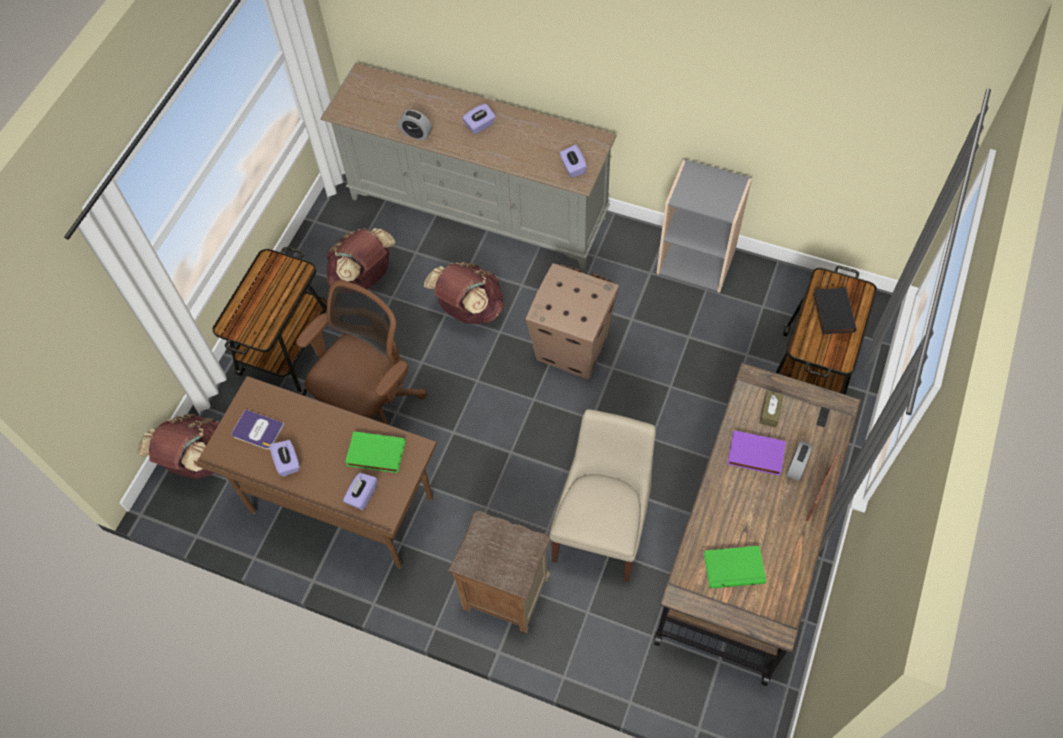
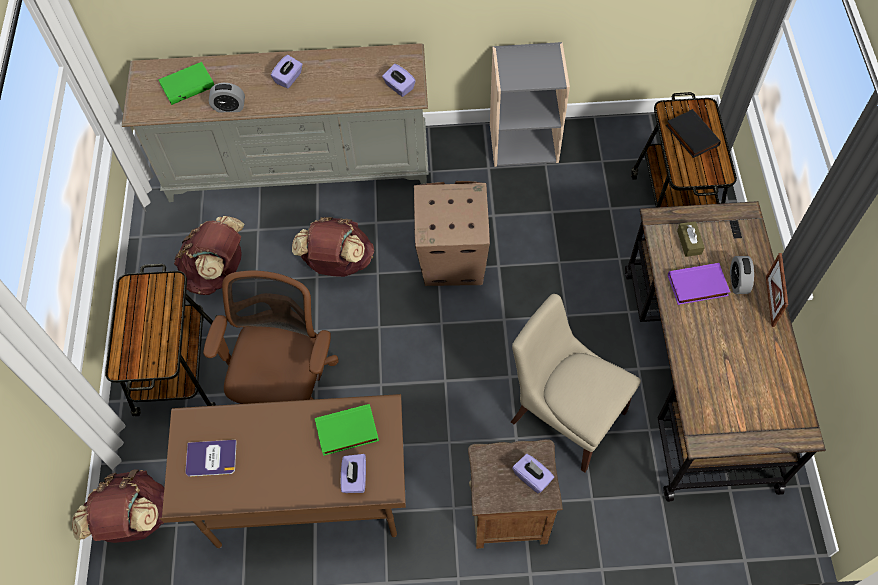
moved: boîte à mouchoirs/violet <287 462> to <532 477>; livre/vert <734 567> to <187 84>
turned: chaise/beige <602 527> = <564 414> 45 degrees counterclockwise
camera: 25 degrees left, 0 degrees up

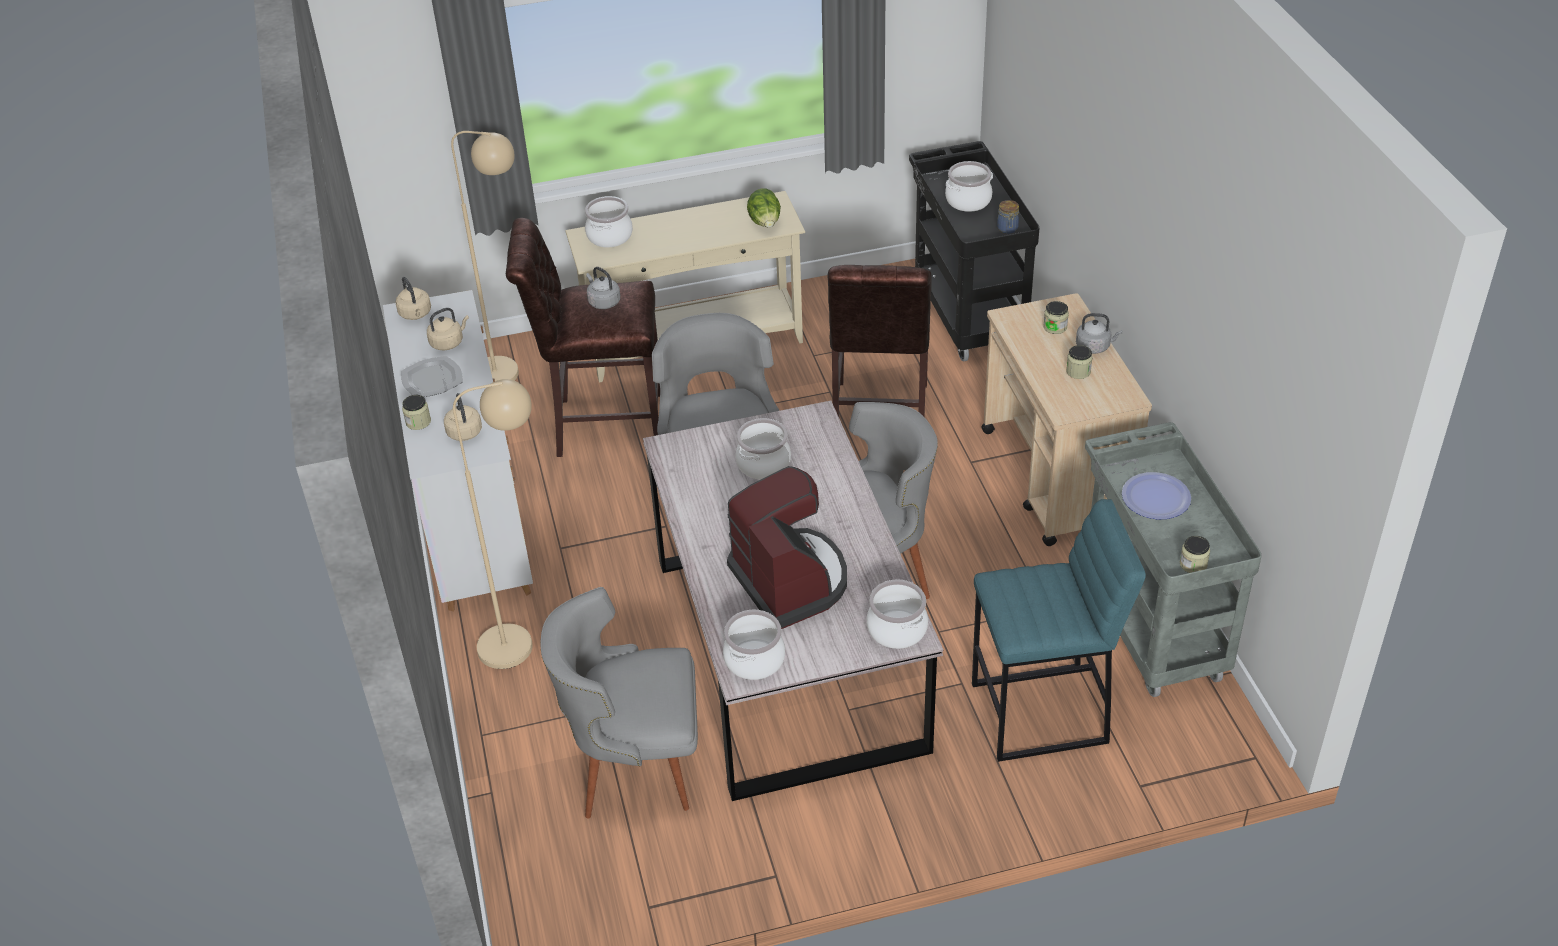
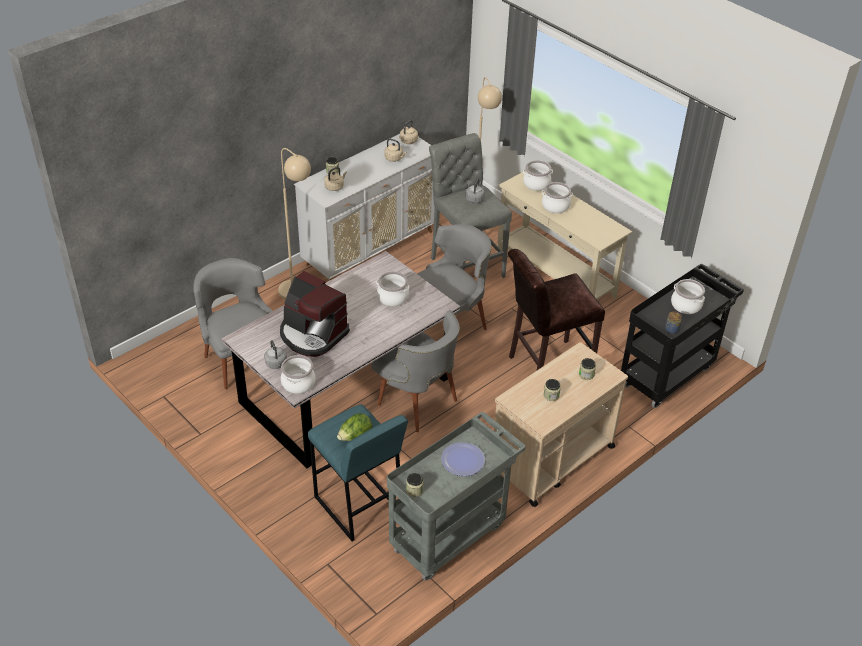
removed: assiette <433 379>
moved: laitue <765 223> to <355 437>; bouilloire/gris <1094 347> to <276 364>; marmite <754 659> to <555 206>
recoloured: tabouret/marron <602 424> to tabouret/gris <465 265>
turned: machine à café <791 580> = <312 334> 90 degrees clockwise
camera: 60 degrees right, 0 degrees up

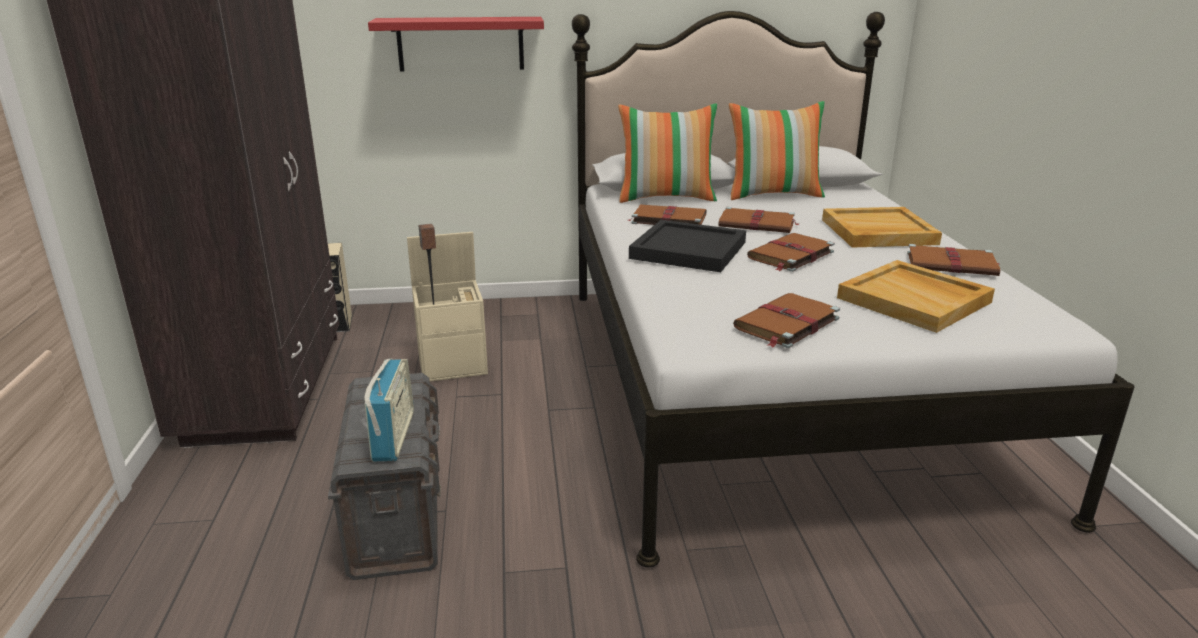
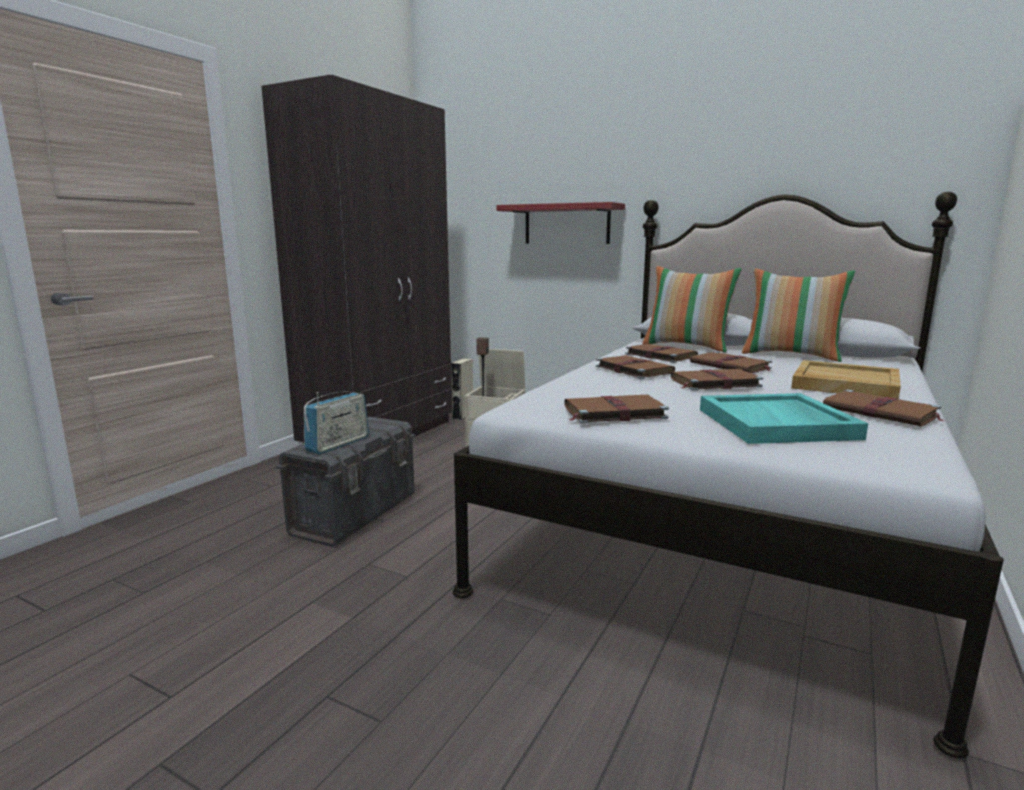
replaced: plateau/noir <689 250> to livre/marron <632 369>
recoloured: plateau/beige <915 300> to plateau/turquoise <777 424>
camera: 35 degrees right, 10 degrees down

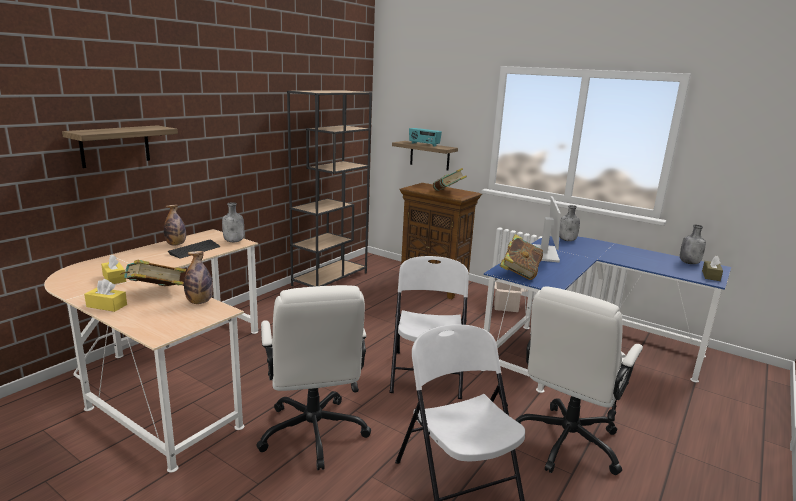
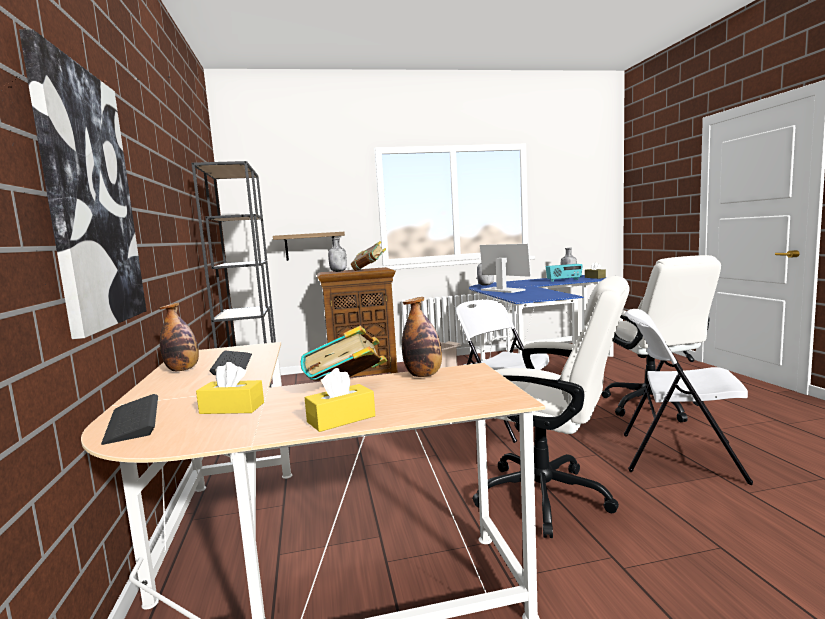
removed: livre <520 273>
added: clavier <133 420>
moved: radio <424 144> to <564 280>; bouteille/gris <234 241> to <338 271>
replaced: étagère <115 146> to tableau <89 199>
camera: 45 degrees left, 10 degrees down

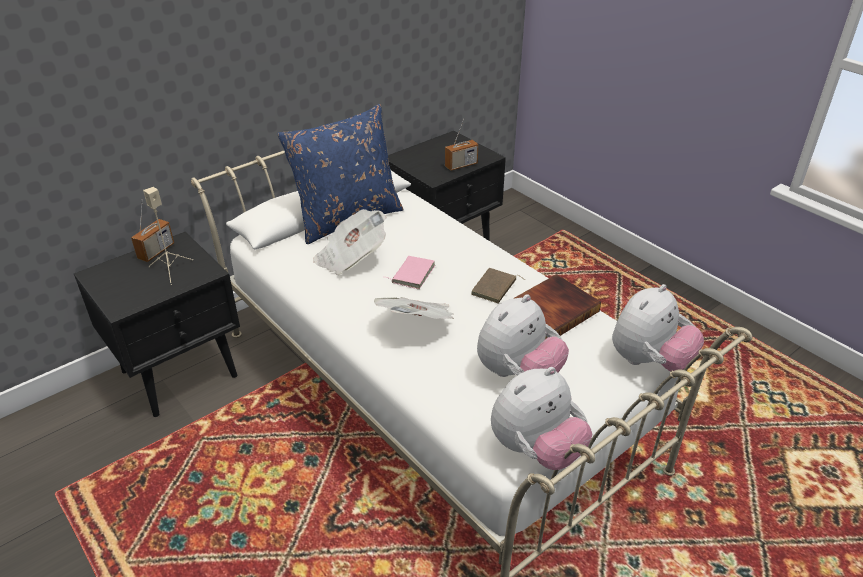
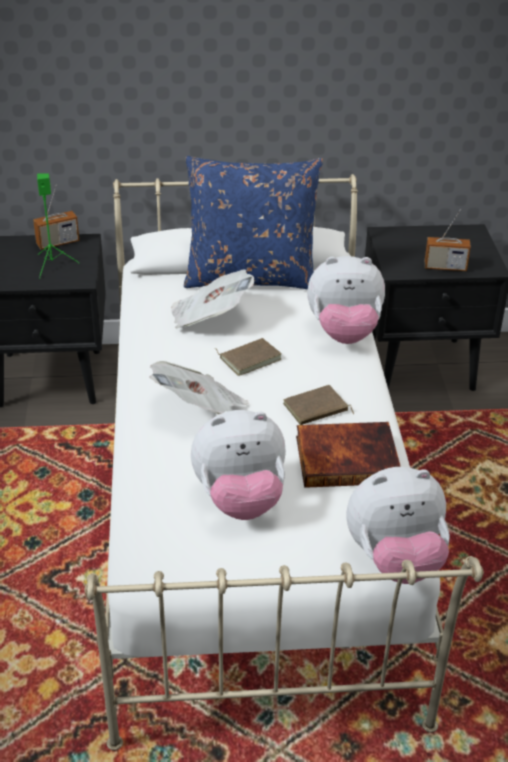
moved: peluche <536 450> to <344 333>
recoloured: enceinte/beige <171 270> to enceinte/vert <52 265>; livre/rose <412 274> to livre/marron <249 358>
camera: 35 degrees right, 0 degrees up

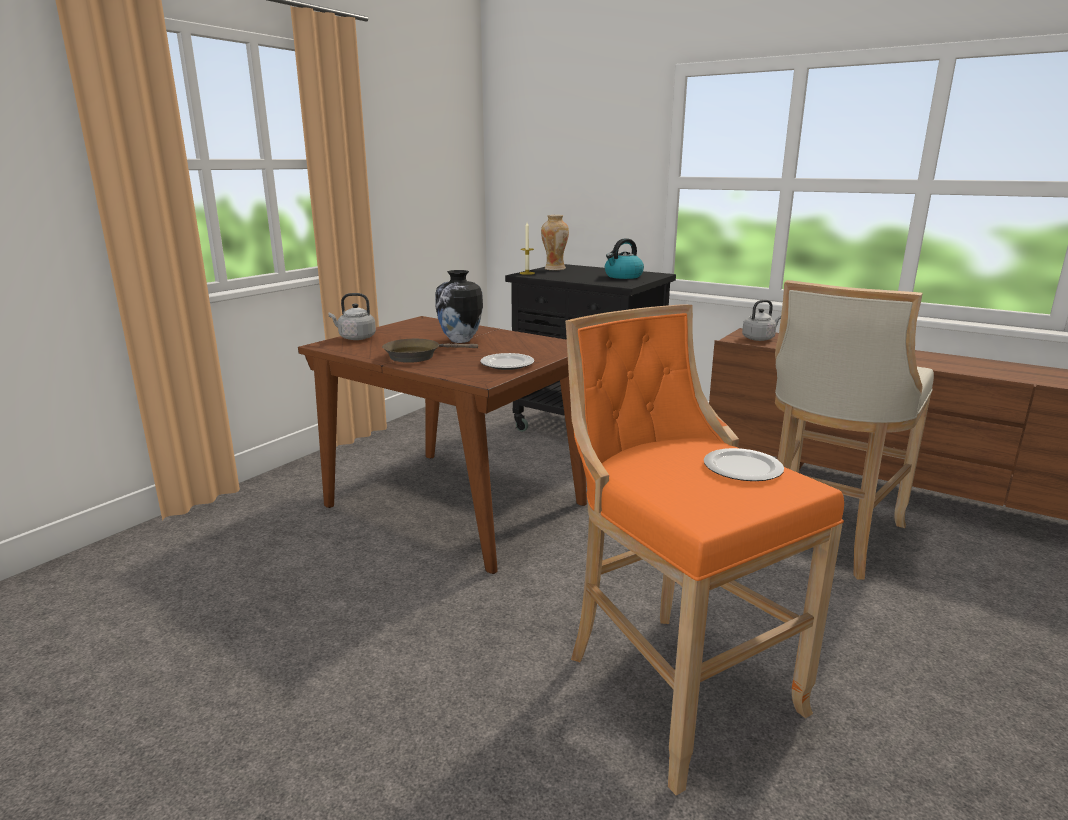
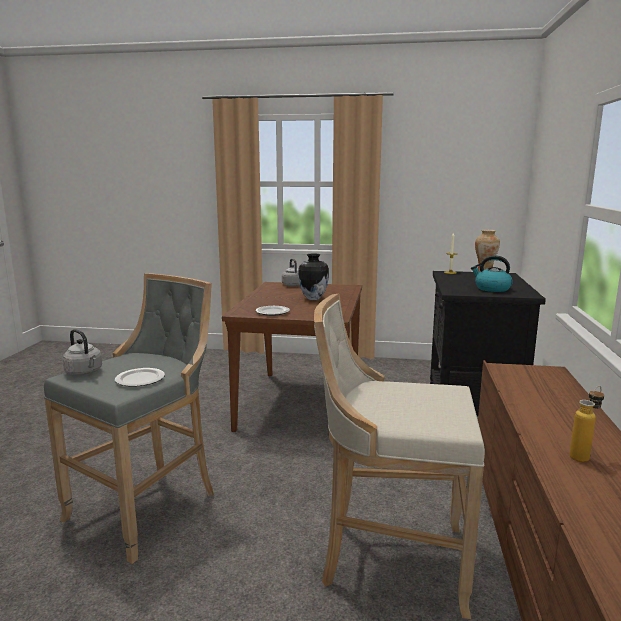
removed: poêle/marron <417 356>
added: bouteille <583 456>
moved: bouilloire/gris <759 338> to <85 372>
recoloured: tabouret/orange <672 684> to tabouret/gris <148 506>
camera: 65 degrees right, 5 degrees down

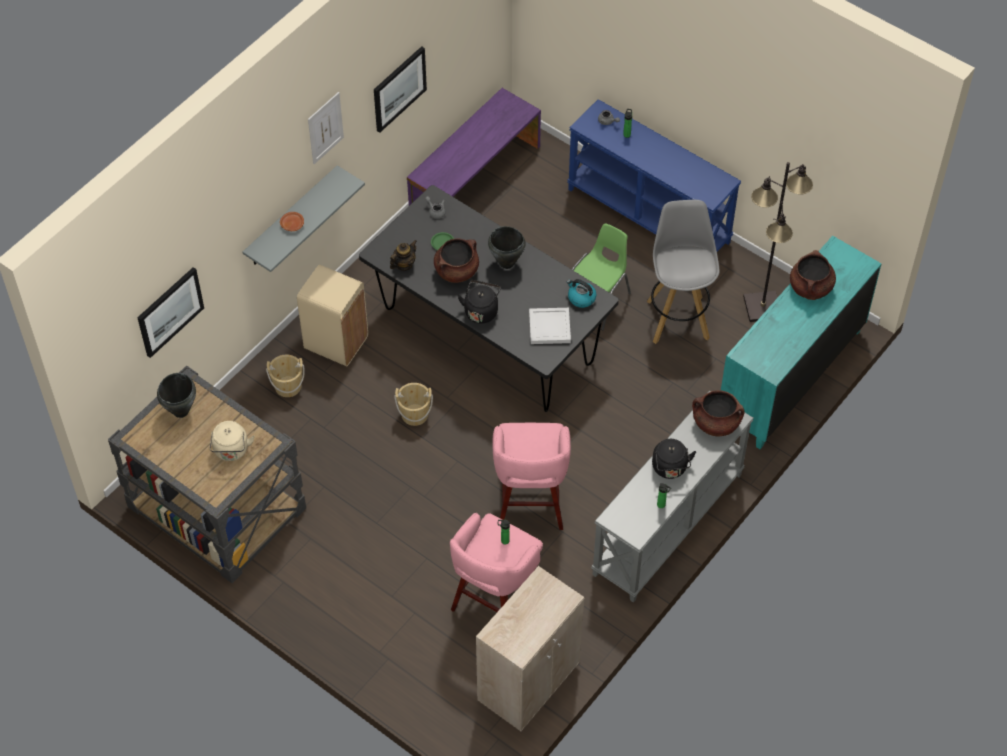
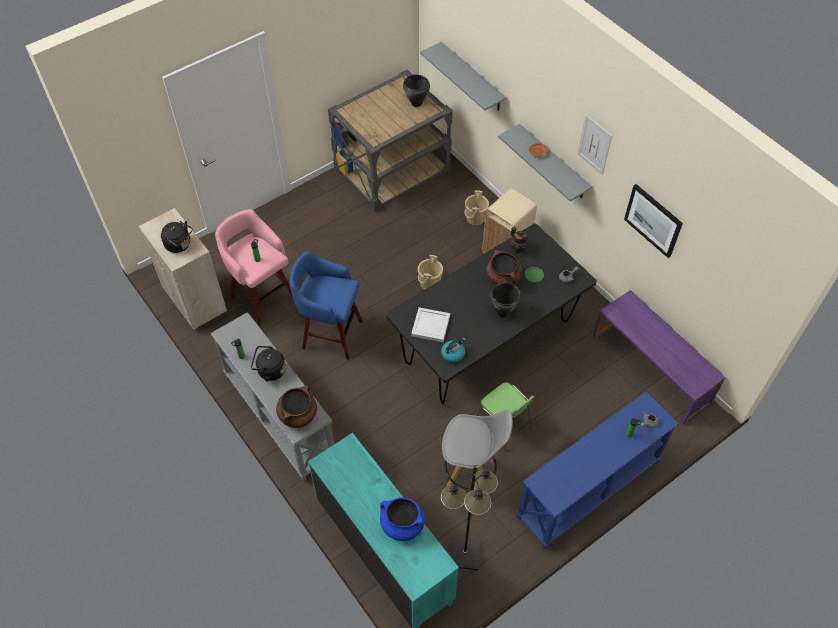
removed: bouilloire/beige <231 451>
moved: bouilloire/noir <481 310> to <180 245>
replaced: tableau <170 311> to étagère/gris <472 77>
recoloured: marmite/marron <810 288> to marmite/bleu <402 525>; tabouret/rose <530 504> to tabouret/bleu <330 334>
camera: 105 degrees right, 0 degrees up

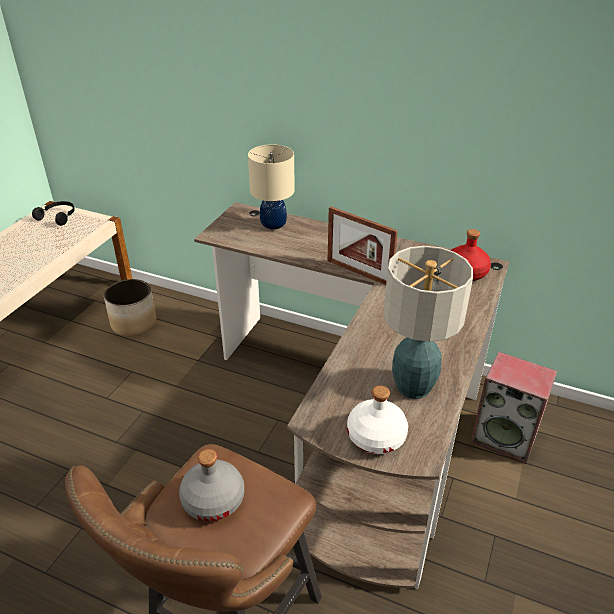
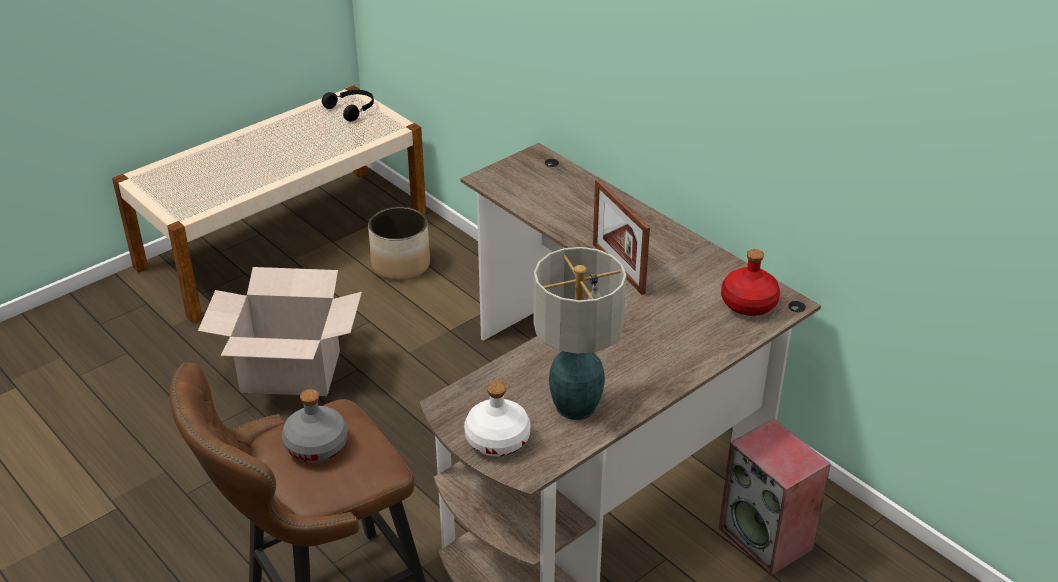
removed: lampe de table/beige <273 225>
added: carton <291 371>
camera: 25 degrees right, 0 degrees up

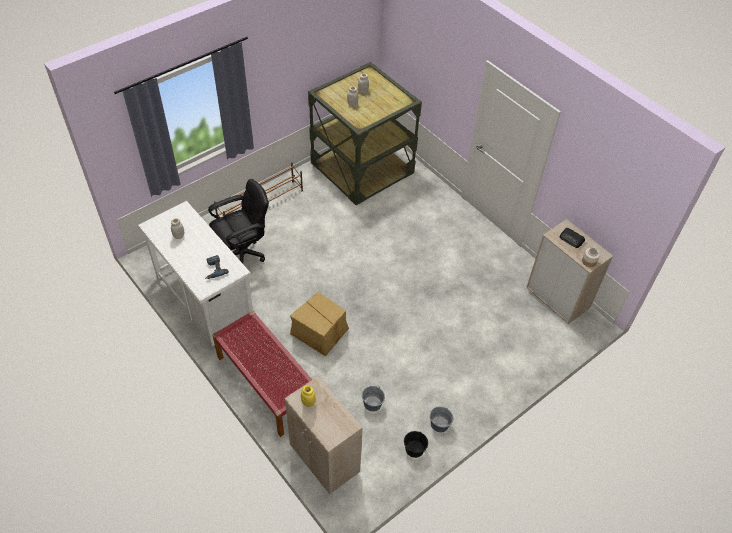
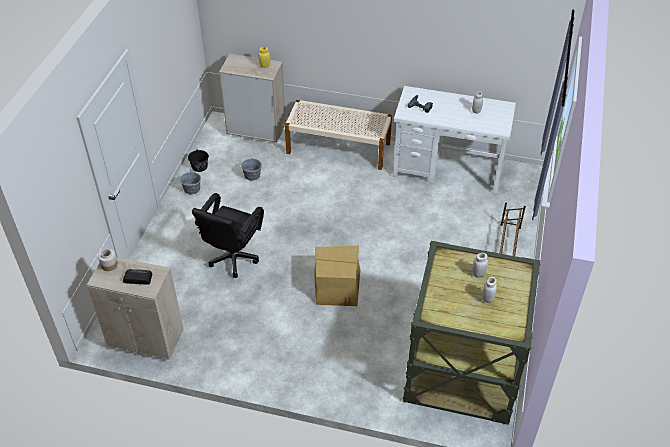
moved: chaise de bureau/noir <245 254> to <232 261>; carton <320 332> to <337 287>
recoloured: banc/rouge <267 383> to banc/beige <338 148>
camera: 145 degrees right, 5 degrees down

